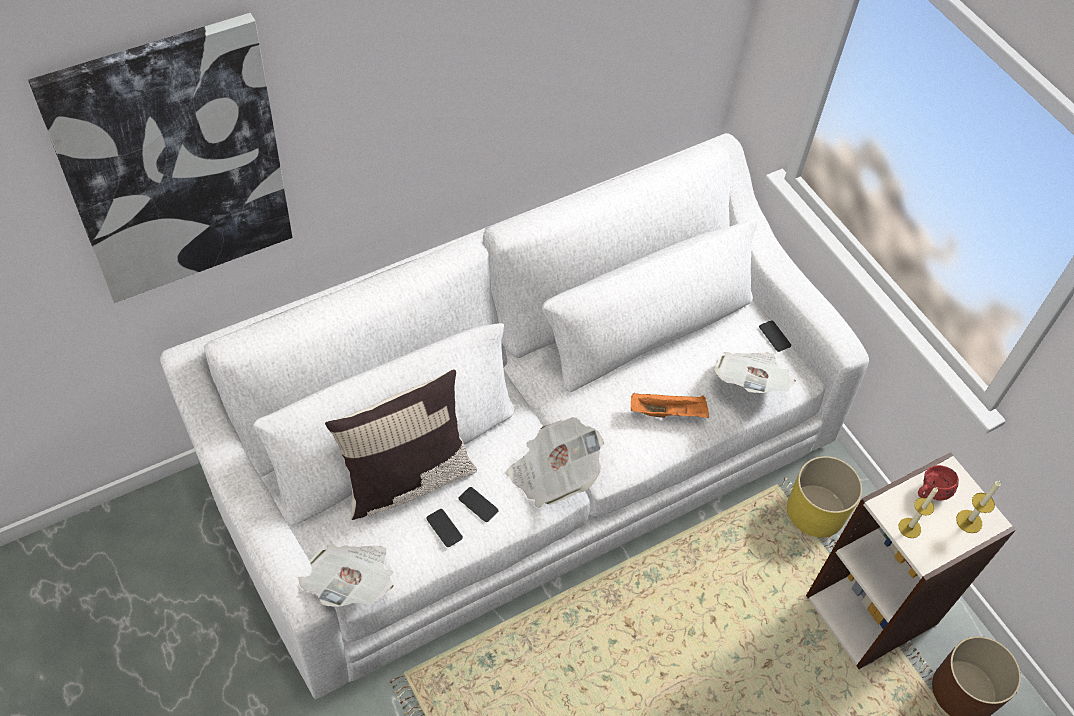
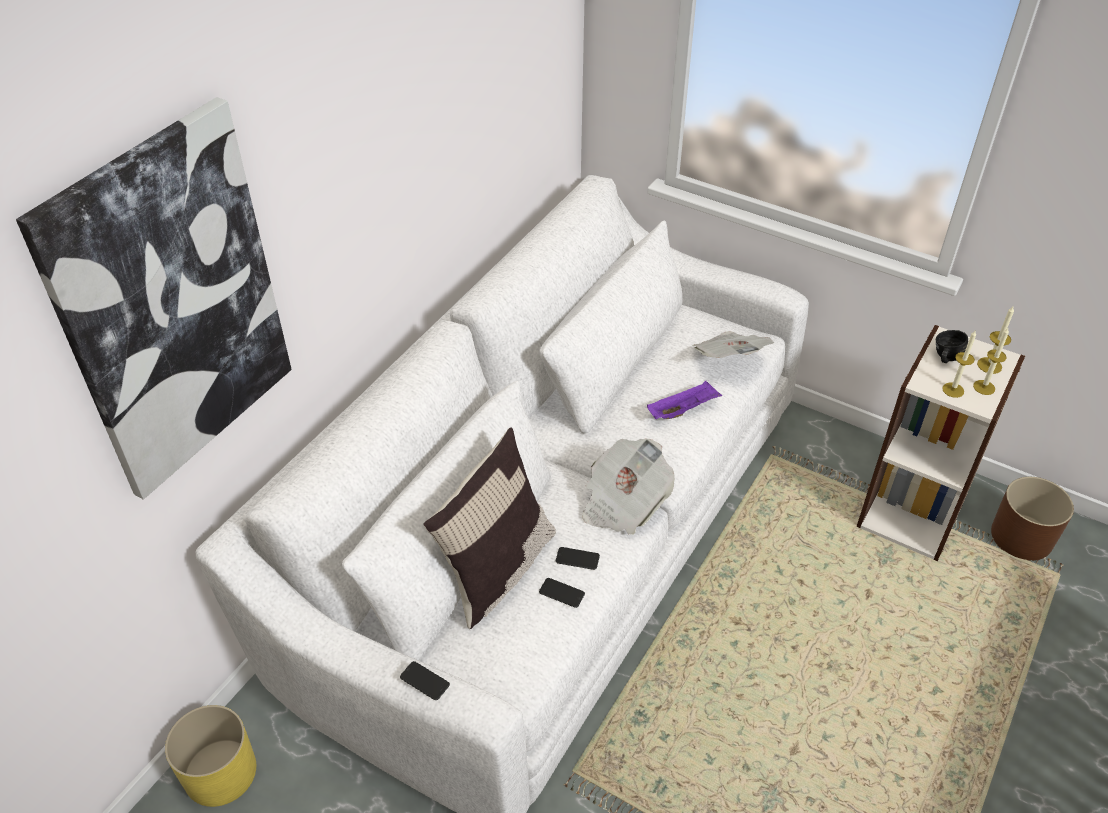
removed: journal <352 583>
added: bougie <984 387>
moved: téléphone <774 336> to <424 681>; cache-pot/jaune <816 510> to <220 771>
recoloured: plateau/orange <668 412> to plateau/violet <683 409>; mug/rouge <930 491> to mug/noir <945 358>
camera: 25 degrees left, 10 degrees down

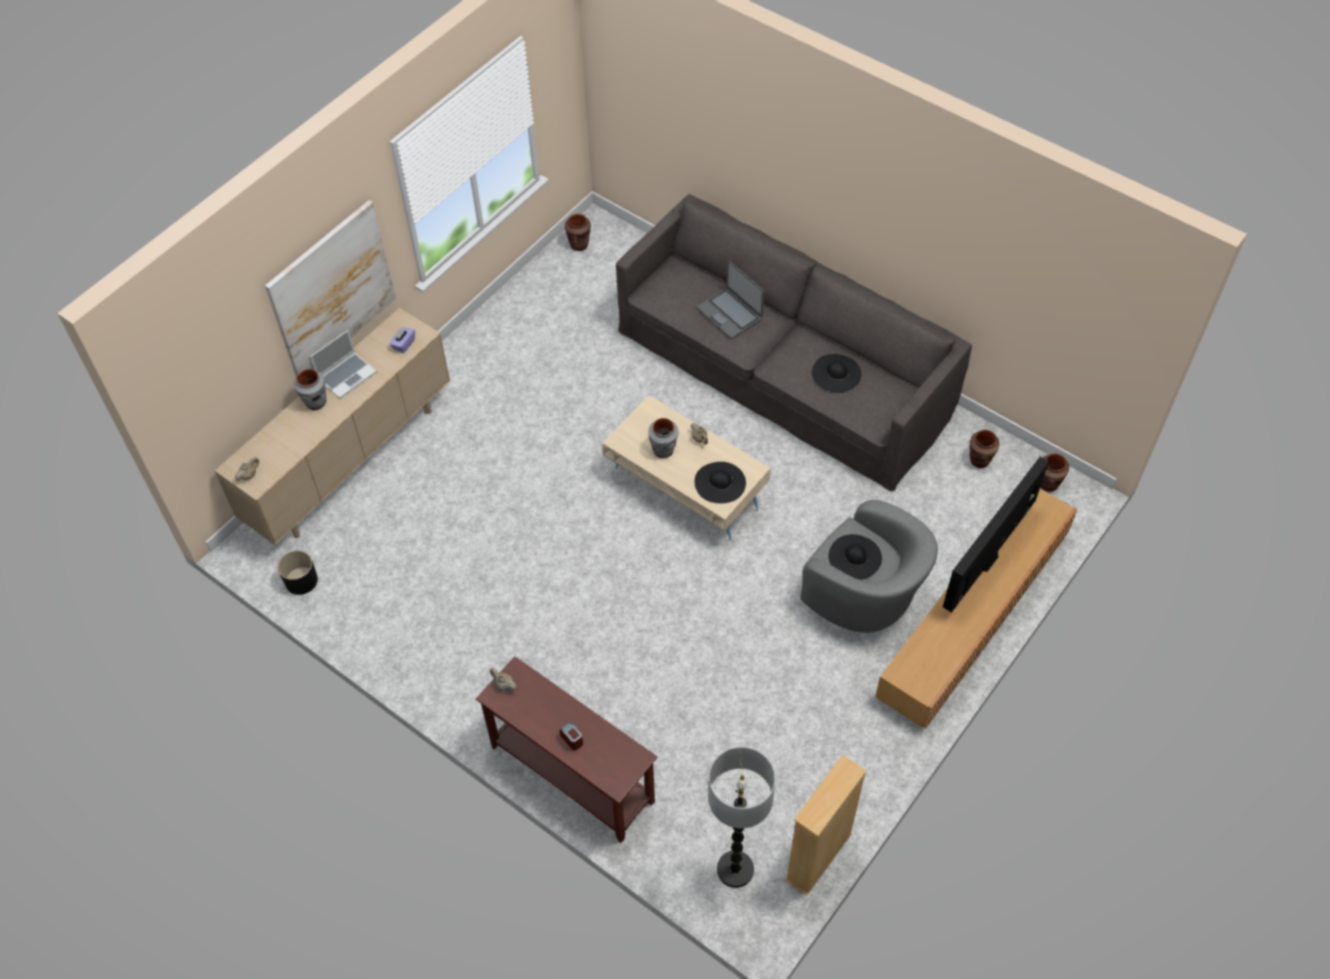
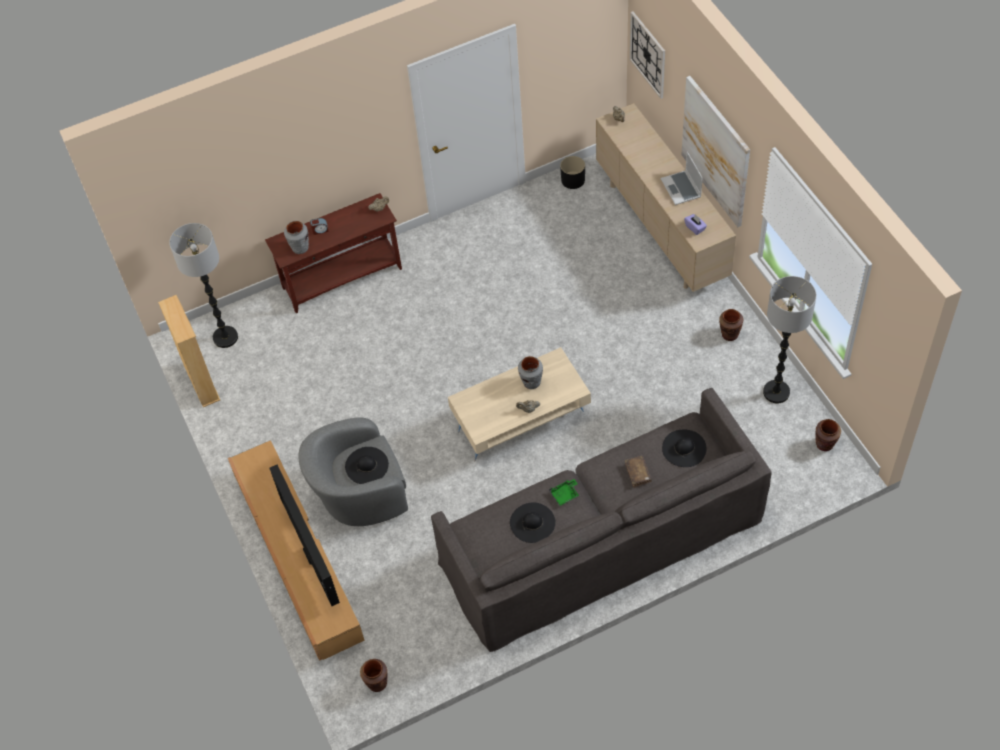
added: horloge murale <648 54>; lampadaire <776 392>; plateau/vert <565 495>
moved: vase/gris <315 402> to <300 248>; vase/marron <979 460> to <729 334>; chapeau/noir <720 482> to <684 448>
replaced: ordinateur portable <730 314> to livre/marron <638 473>
camera: 120 degrees right, 0 degrees up

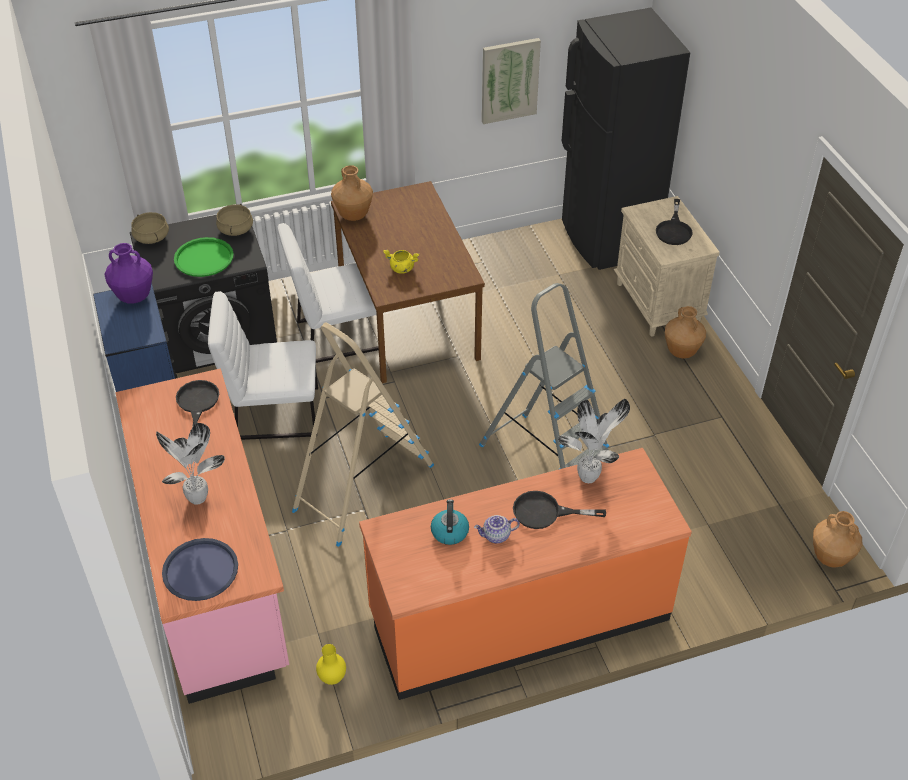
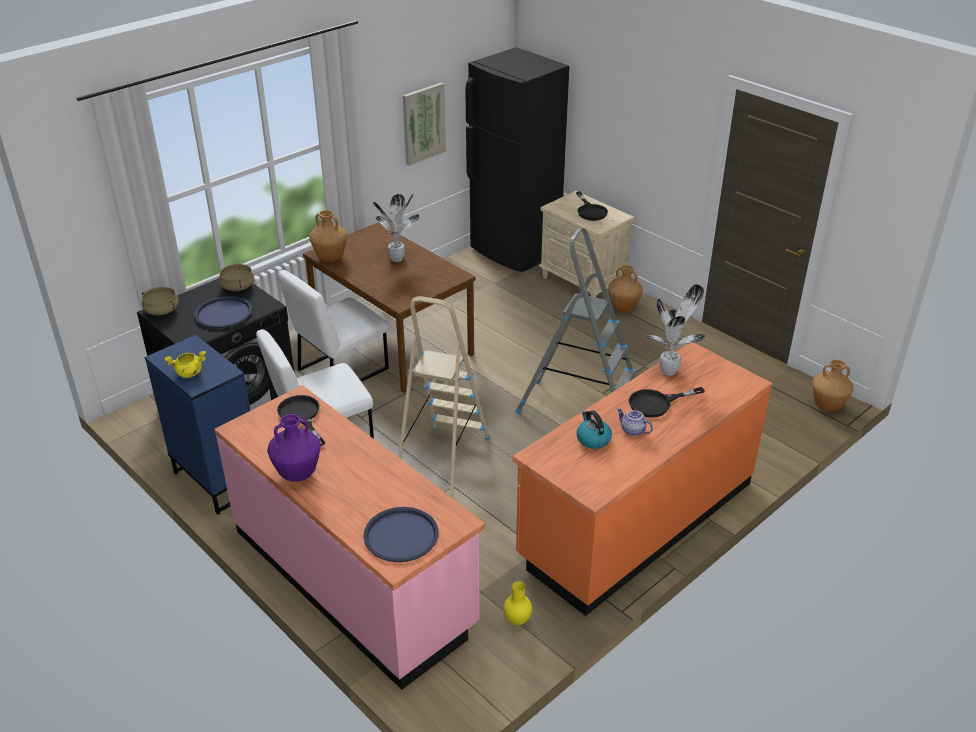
moved: vase/violet <135 297> to <298 474>; marmite/jaune <401 268> to <188 373>; plante en pot <198 499> to <398 259>
recoloured: plateau/vert <204 258> to plateau/bleu <223 313>
turned: théière <496 536> = <632 431> 75 degrees clockwise
camera: 25 degrees left, 10 degrees down

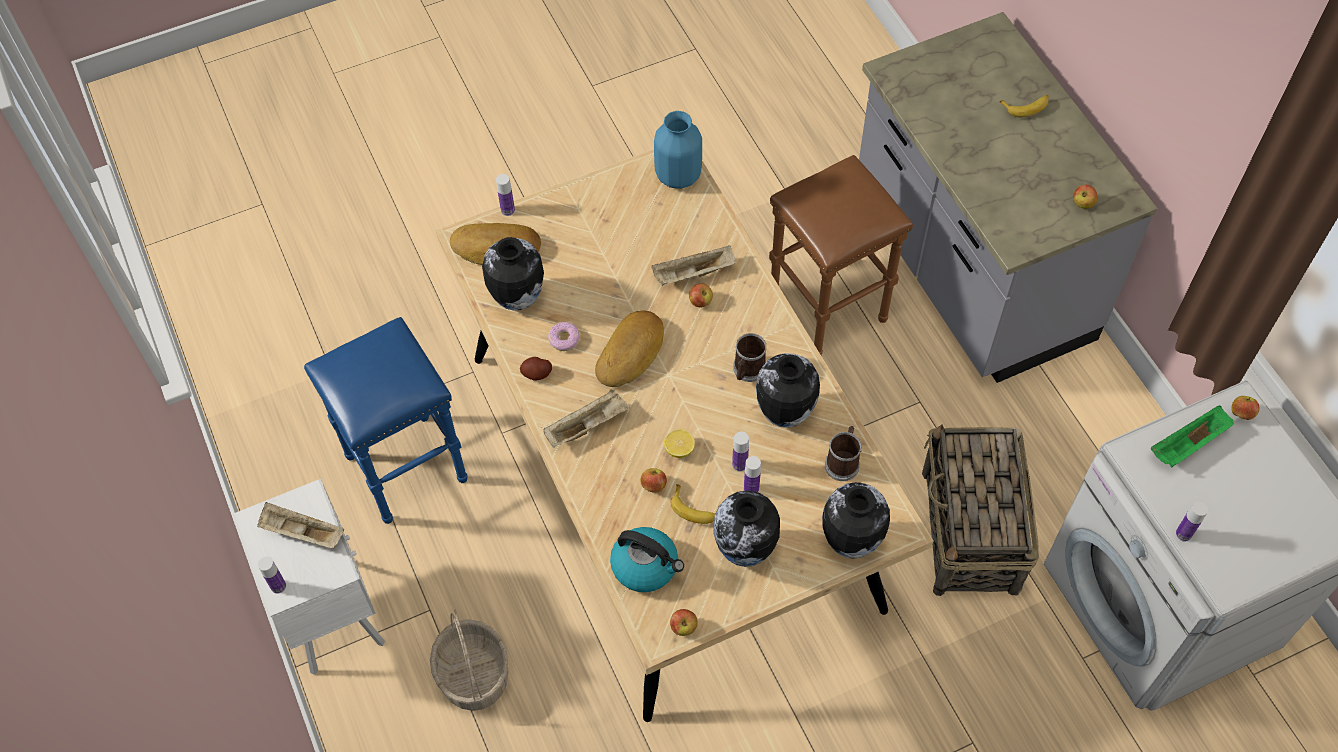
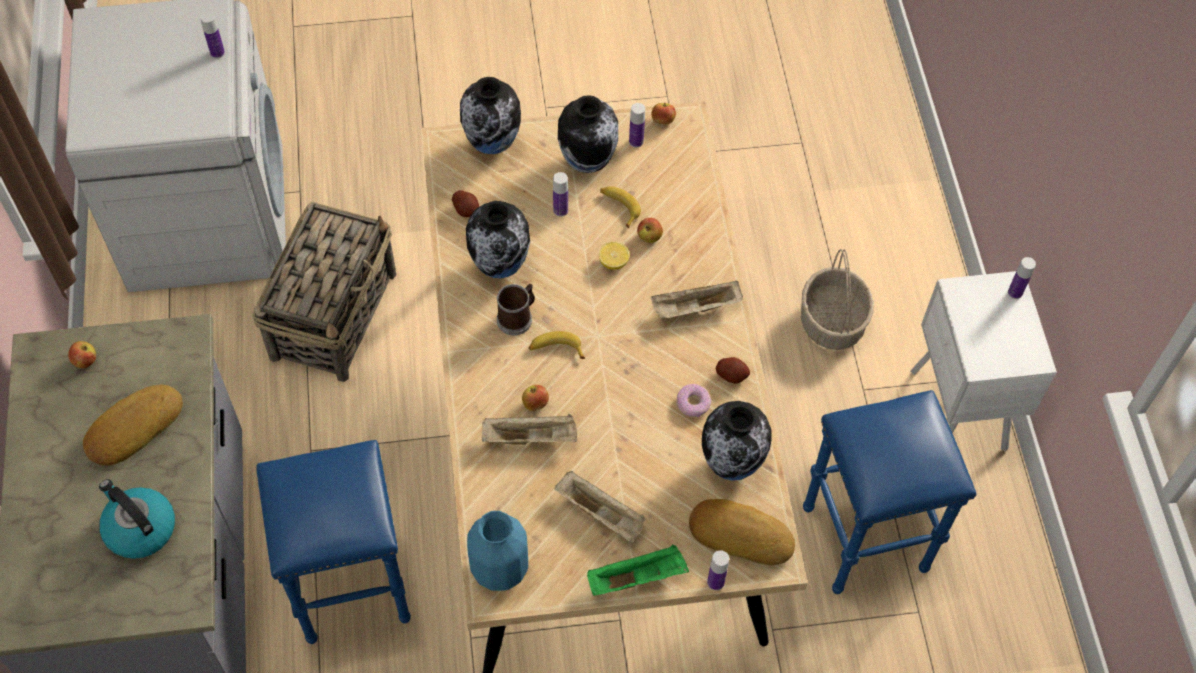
removed: pomme <1241 413>
moved: banane <1026 107> to <556 349>; pain <632 353> to <133 427>; plateau/vert <1188 445> to <637 577>; bouteille <739 464> to <636 141>; plateau/beige <301 533> to <601 513>; bouilloire <646 566> to <139 528>
replaced: mug <843 462> to pomme de terre <466 209>
recoloured: tabouret/marron <830 309> to tabouret/bleu <348 584>
camera: 165 degrees left, 0 degrees up

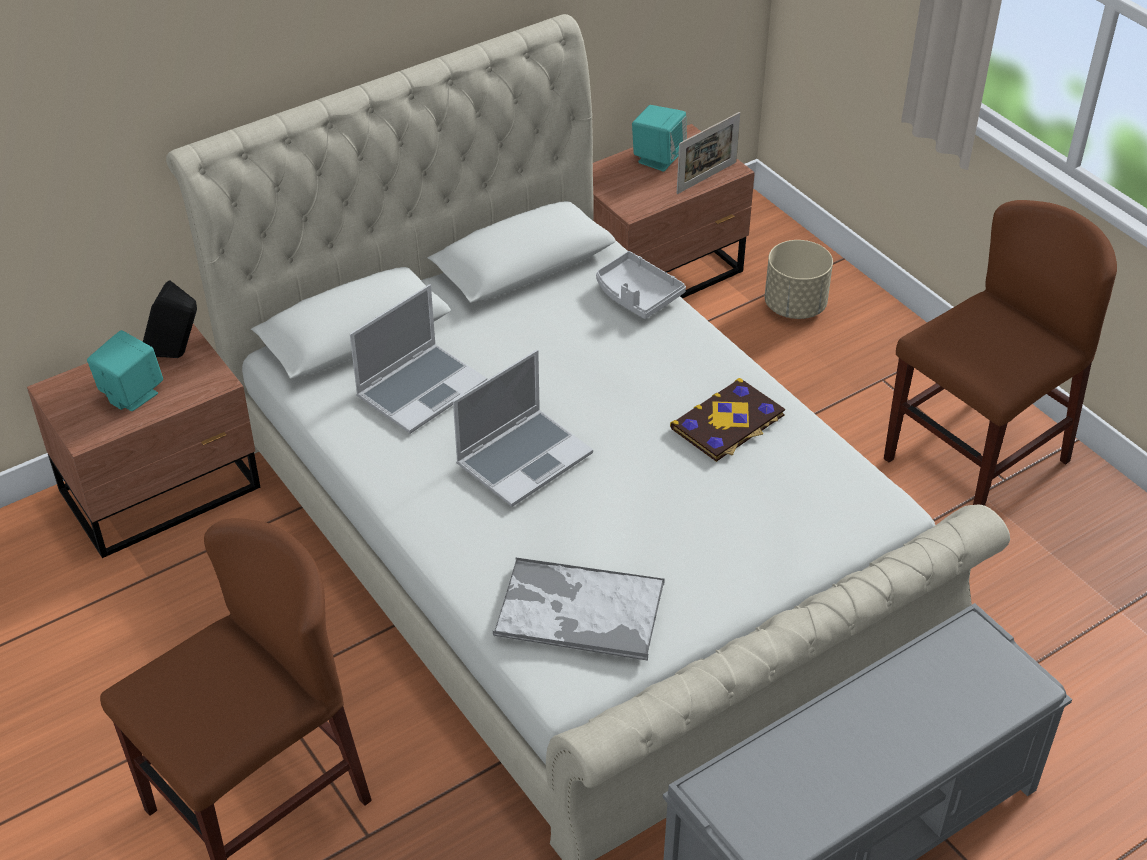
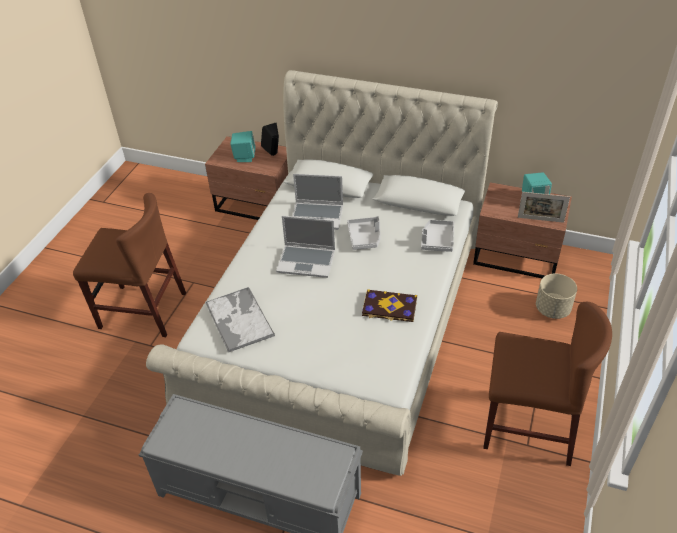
added: plateau/gris <364 237>
camera: 55 degrees right, 0 degrees up

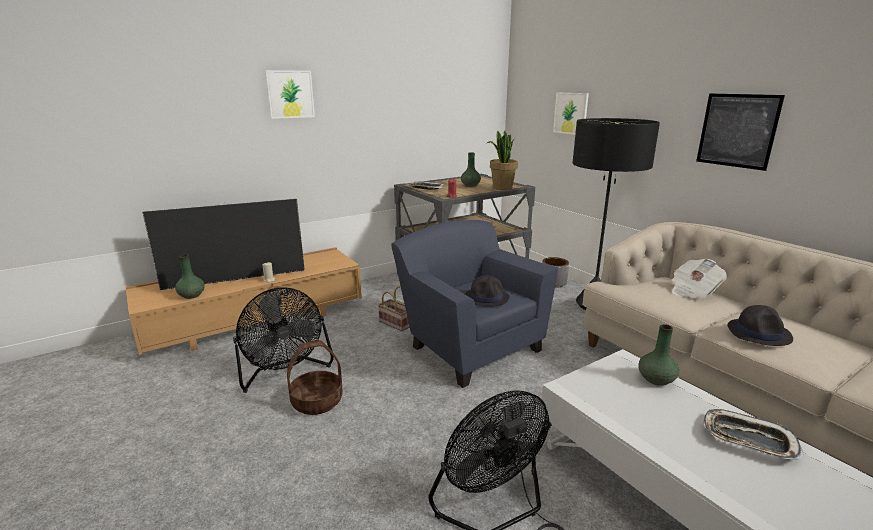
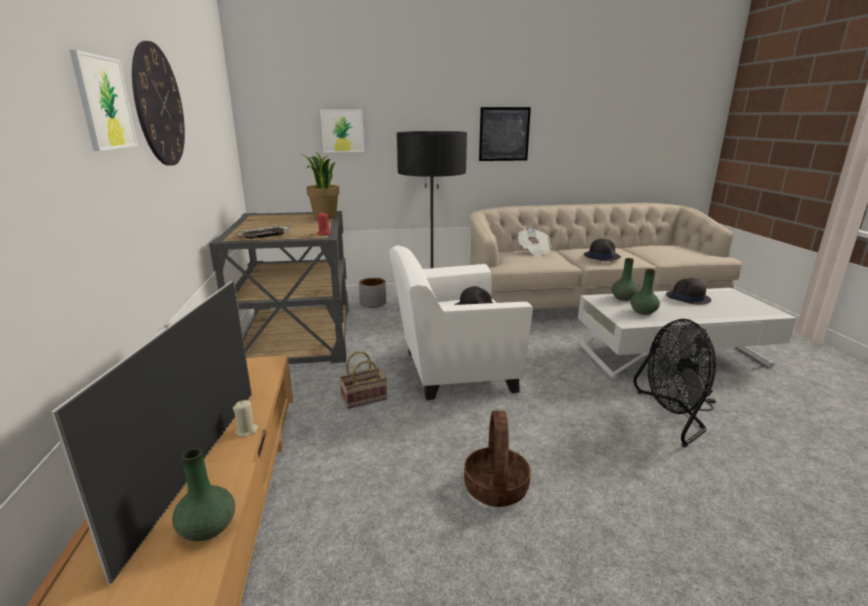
removed: ventilateur/noir <281 371>
added: horloge murale <159 105>
moved: vase/vert <470 185> to <643 312>
replaced: plateau <748 439> to chapeau/noir <688 298>
recoloured: fauteuil/bleu <470 346> to fauteuil/blanc <451 370>
camera: 65 degrees left, 0 degrees up

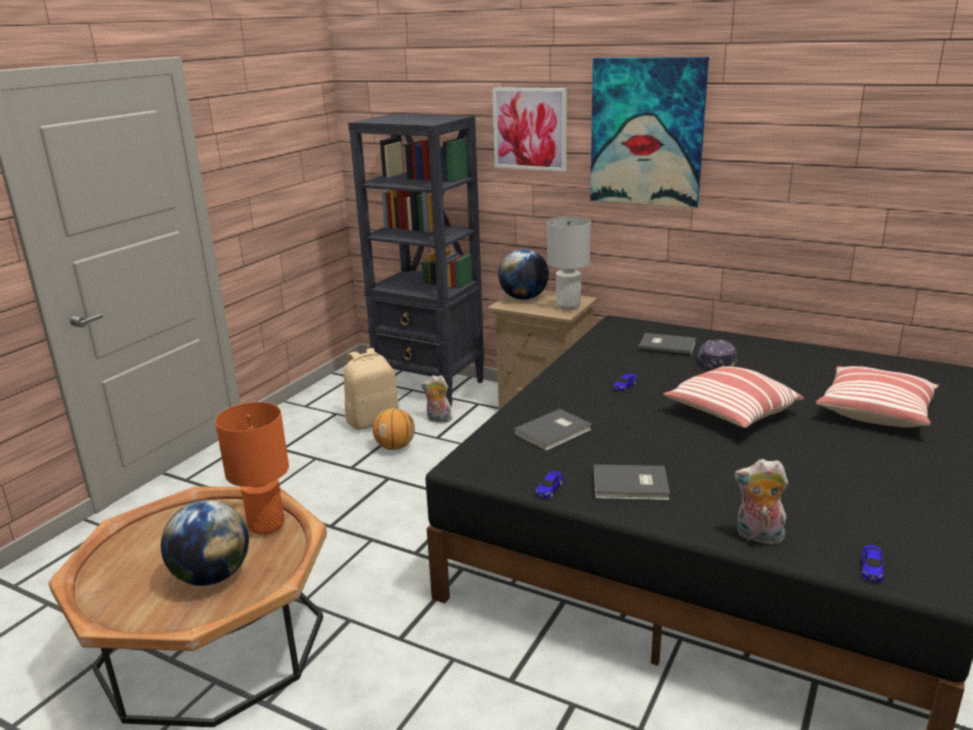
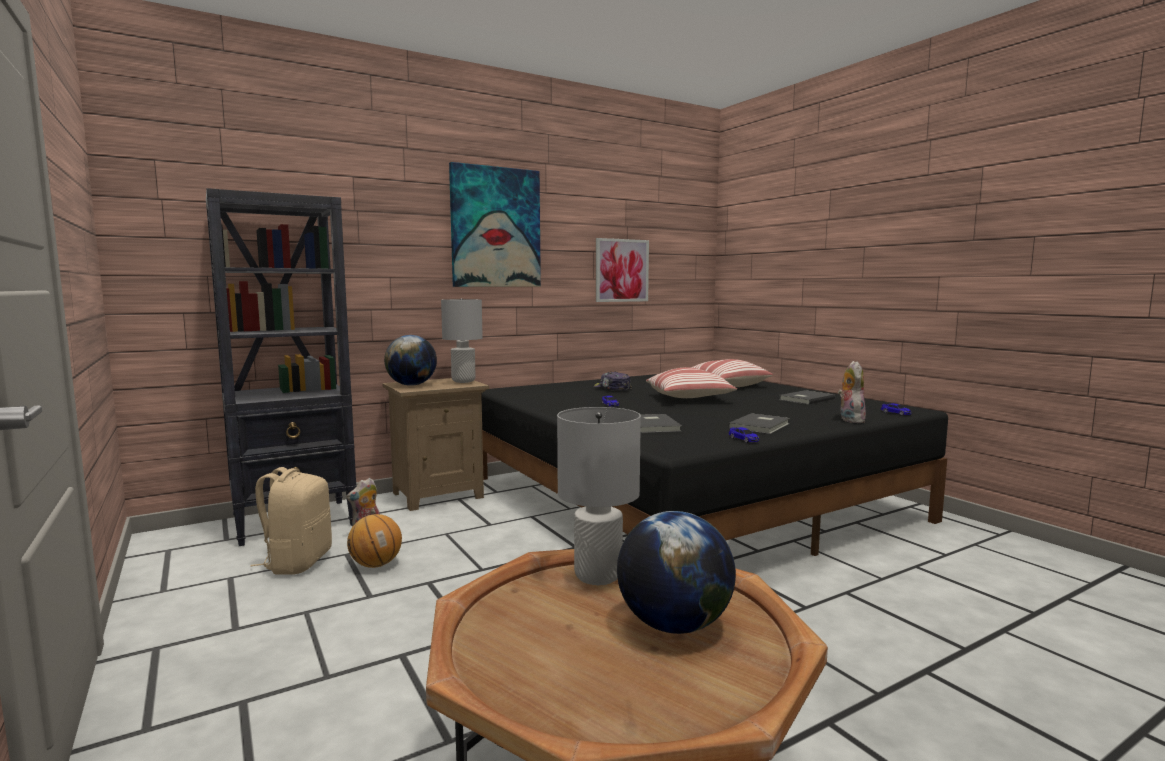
moved: tableau <530 129> to <621 270>; livre/gris <666 346> to <805 399>
recoloured: lampe de table/orange <267 528> to lampe de table/gris <598 578>
turned: peluche <758 537> = <849 420> 135 degrees clockwise
camera: 60 degrees left, 15 degrees down

